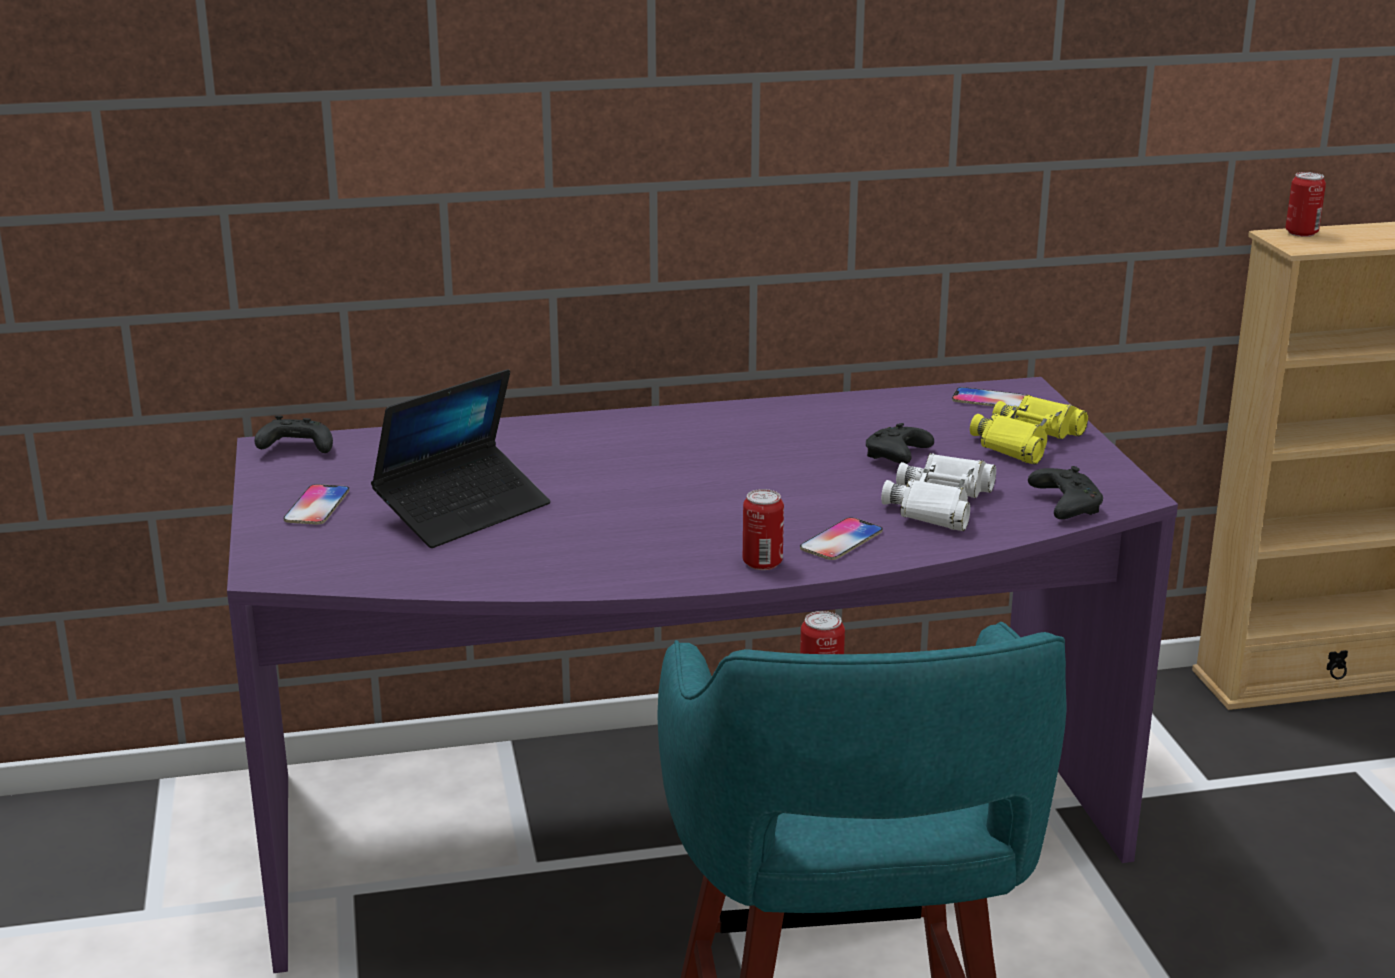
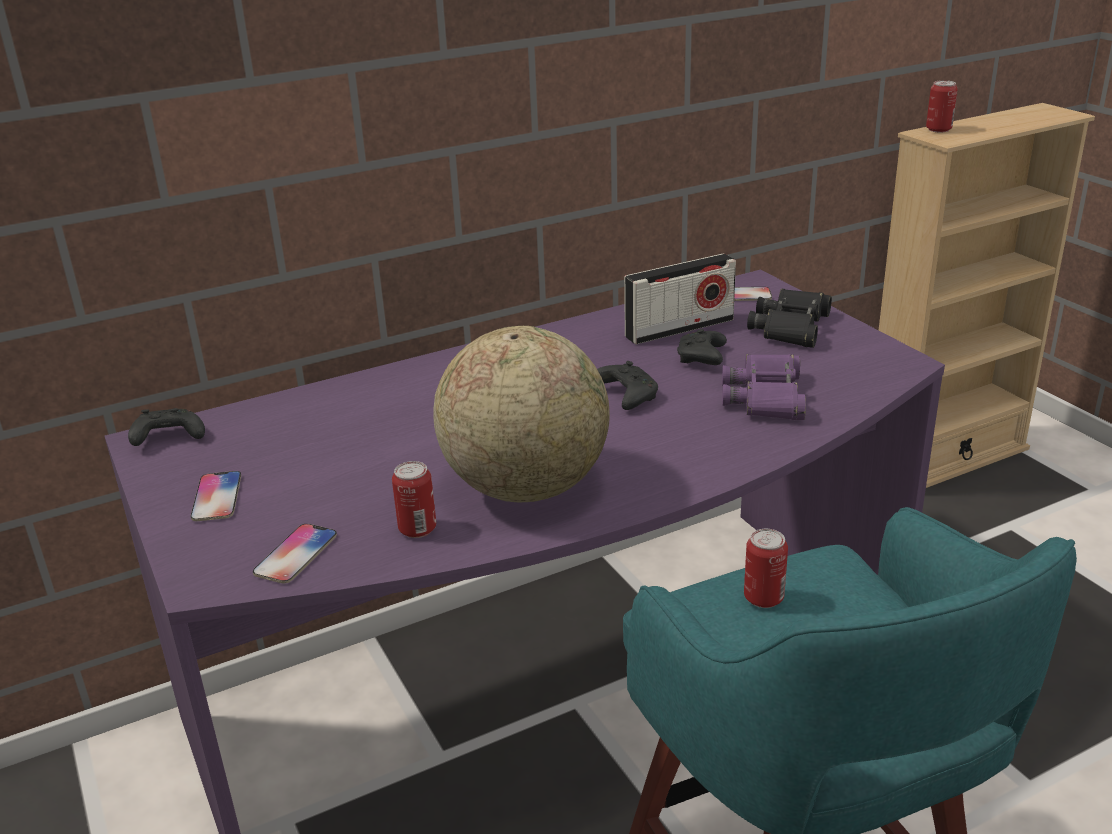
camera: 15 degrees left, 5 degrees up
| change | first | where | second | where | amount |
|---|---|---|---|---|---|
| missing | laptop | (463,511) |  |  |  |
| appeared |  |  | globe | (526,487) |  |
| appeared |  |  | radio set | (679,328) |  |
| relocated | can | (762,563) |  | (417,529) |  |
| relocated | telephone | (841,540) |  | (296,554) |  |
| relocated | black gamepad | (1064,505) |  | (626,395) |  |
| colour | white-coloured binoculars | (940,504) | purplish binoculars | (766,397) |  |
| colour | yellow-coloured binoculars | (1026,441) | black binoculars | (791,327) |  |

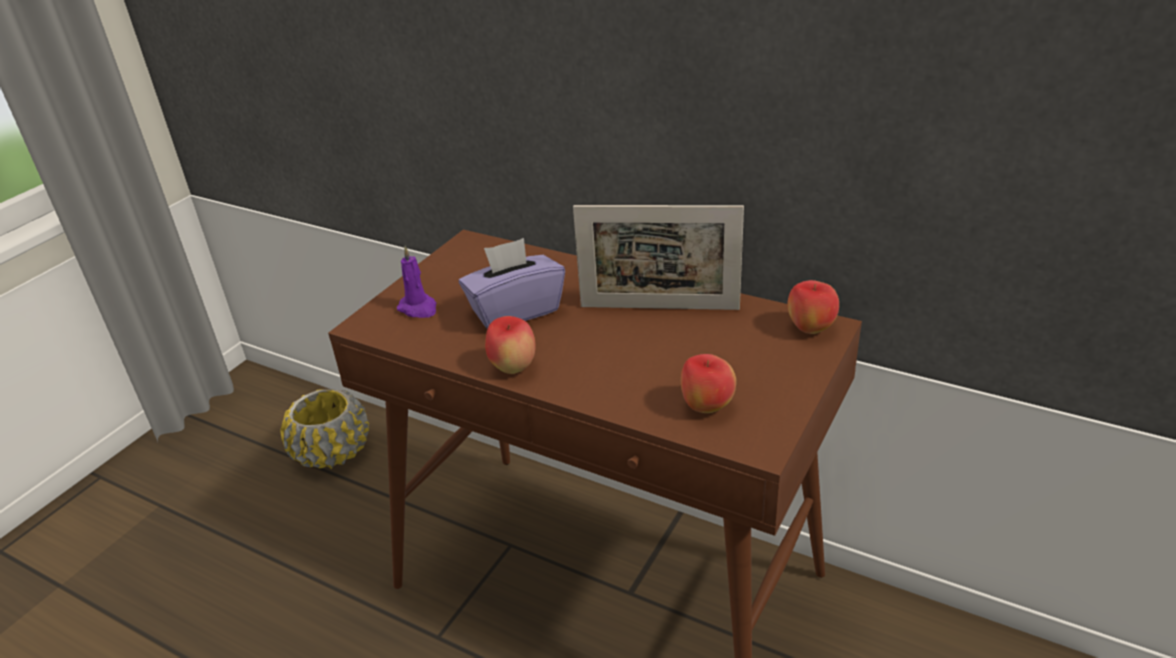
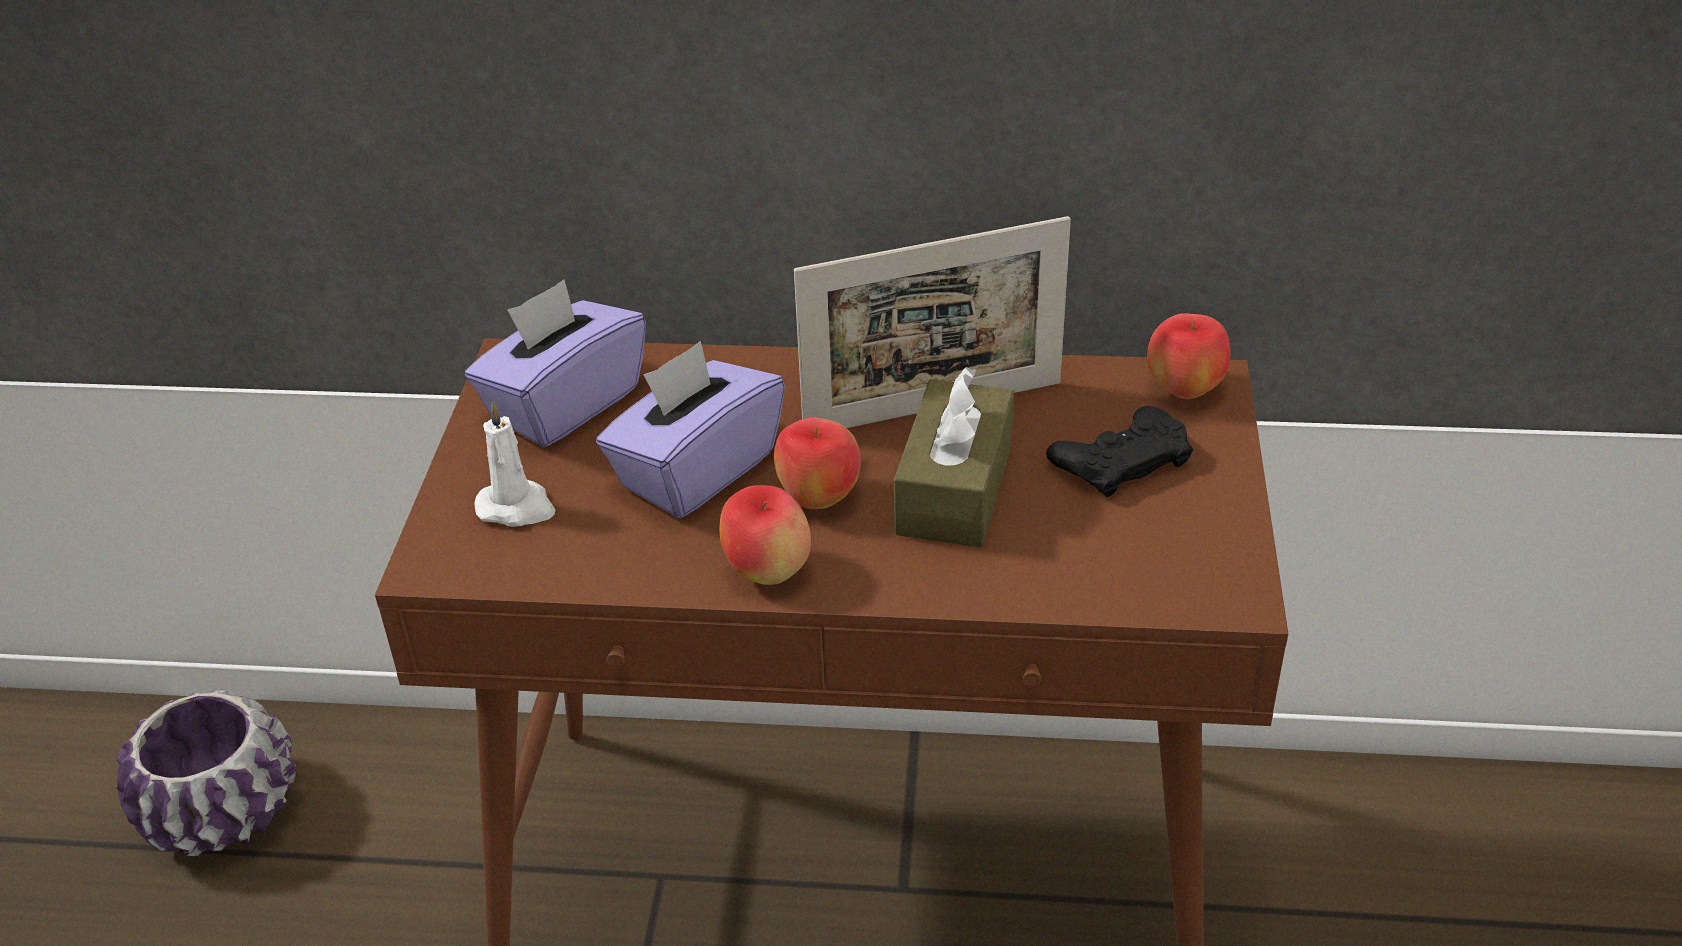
camera: 25 degrees left, 5 degrees up
| change | first | where | second | where | amount |
|---|---|---|---|---|---|
| appeared |  |  | purplish tissue box | (564,404) |  |
| appeared |  |  | brownish tissue box | (954,489) |  |
| appeared |  |  | black gamepad | (1121,460) |  |
| relocated | apple | (706,407) |  | (818,499) |  |
| colour | yellow-coloured flower pot | (332,452) | purplish flower pot | (222,813) |  |
| colour | purplish wax light | (419,308) | white-coloured wax light | (517,507) |  |

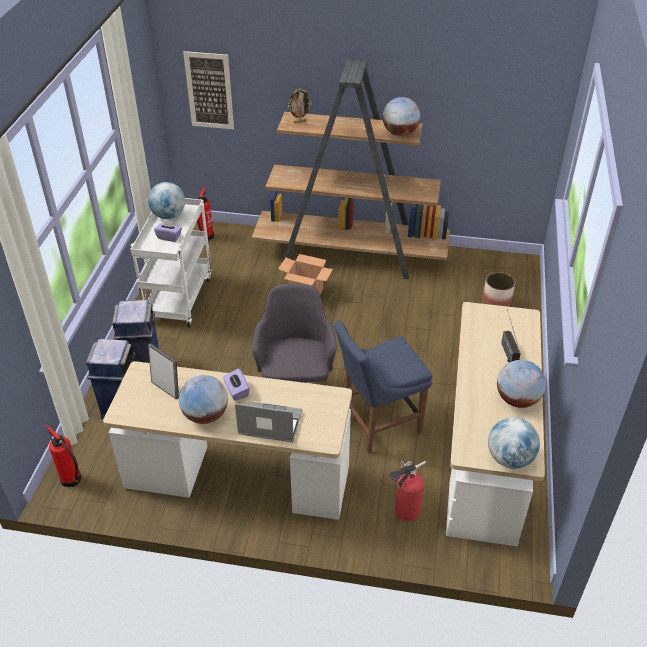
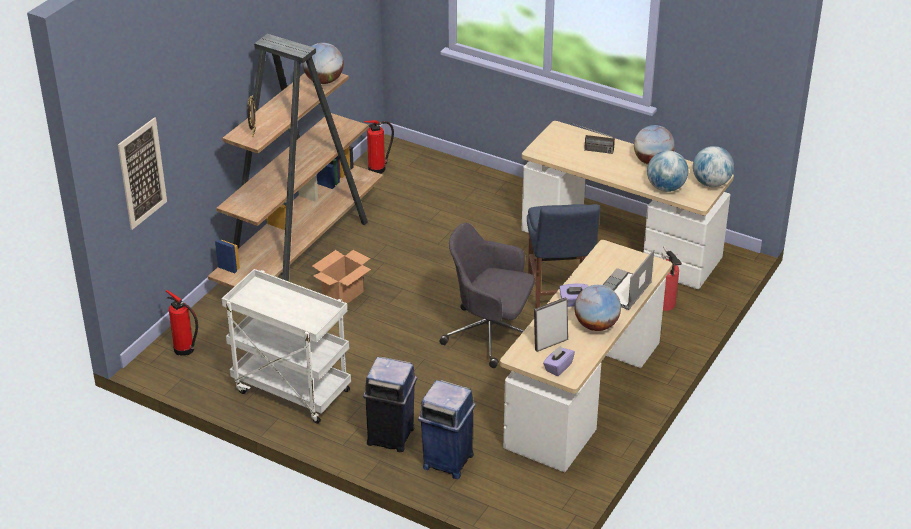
camera: 70 degrees left, 5 degrees down
| change | first | where | second | where | amount |
|---|---|---|---|---|---|
| missing | flower pot | (497,301) |  |  |  |
| relocated | fire extinguisher | (72,480) |  | (378,169) |  |
| relocated | globe | (168,215) |  | (665,188) |  |
| relocated | purplish tissue box | (169,237) |  | (558,367) |  |

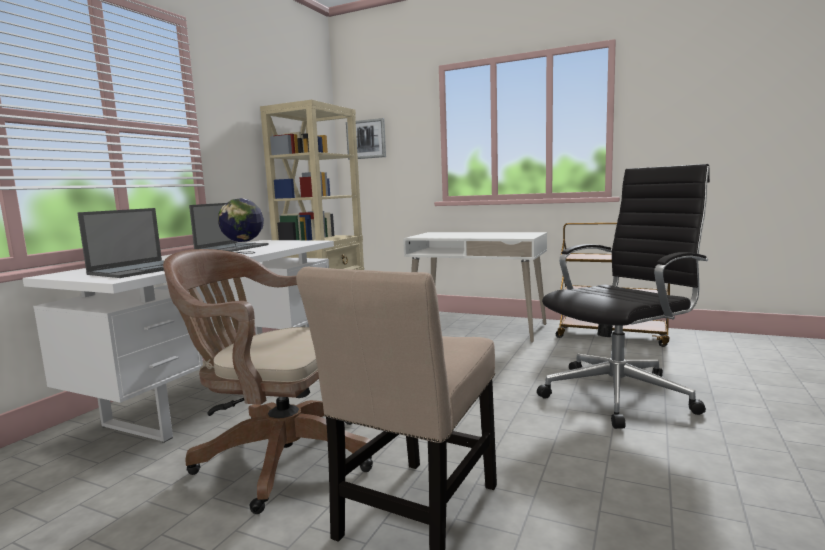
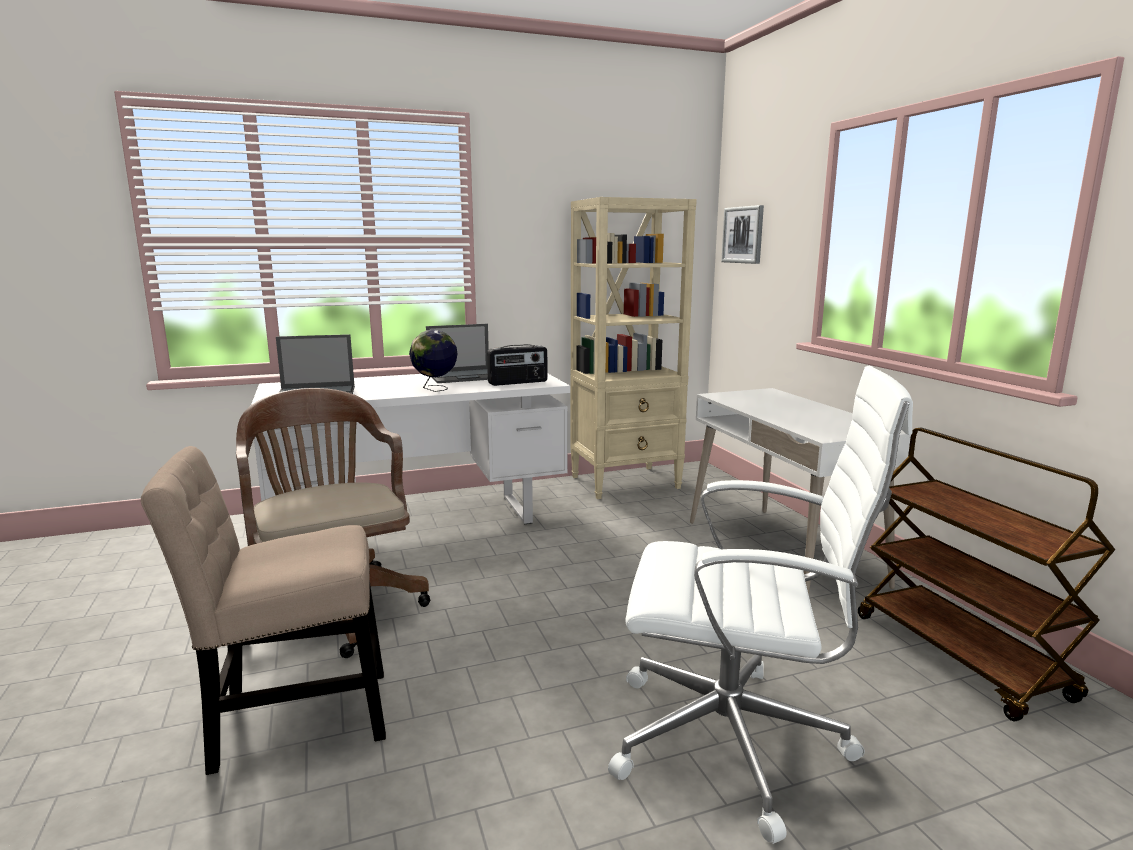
camera: 45 degrees right, 5 degrees up
| change | first | where | second | where | amount |
|---|---|---|---|---|---|
| appeared |  |  | radio set | (518,382) |  |
| colour | black office chair | (620,394) | white-coloured office chair | (735,741) |  |

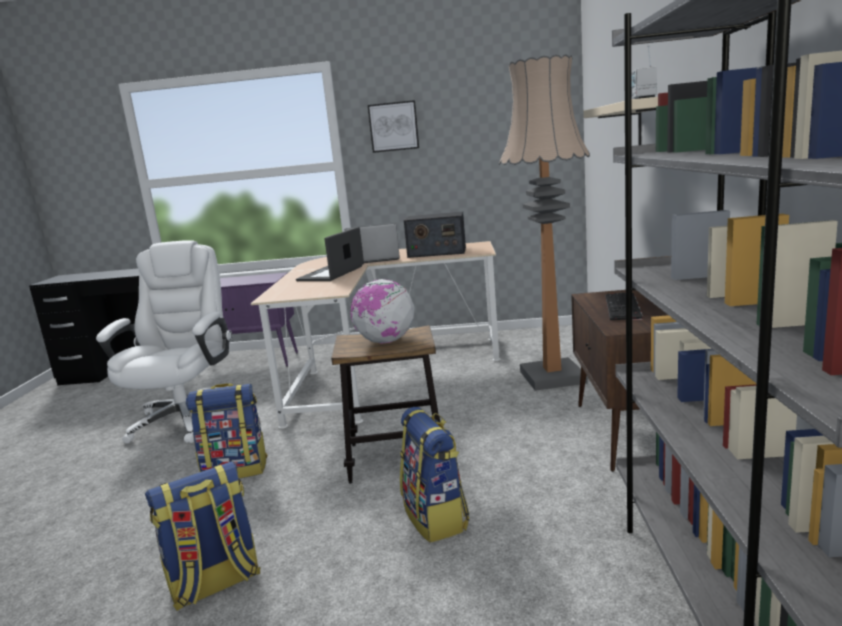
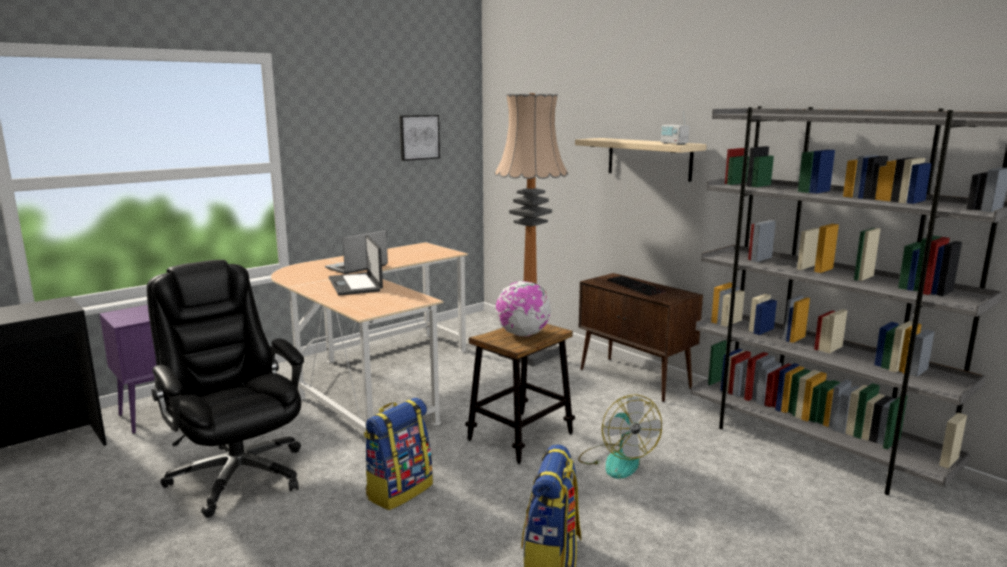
camera: 45 degrees left, 0 degrees up
| change | first | where | second | where | amount |
|---|---|---|---|---|---|
| missing | radio set | (436,252) |  |  |  |
| relocated | picture | (393,126) |  | (419,137) |  |
| exchanged | backpack | (436,518) | cooling fan | (616,460) |  |
| colour | white-coloured office chair | (187,419) | black office chair | (238,474) |  |

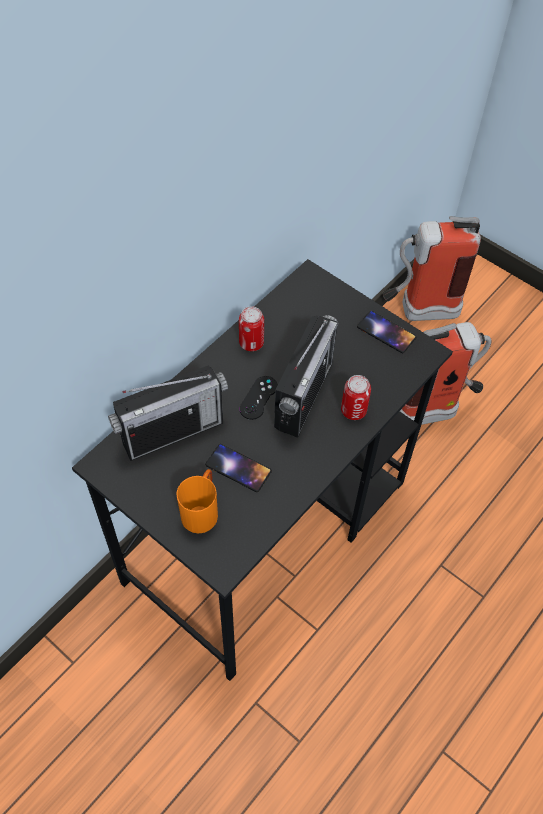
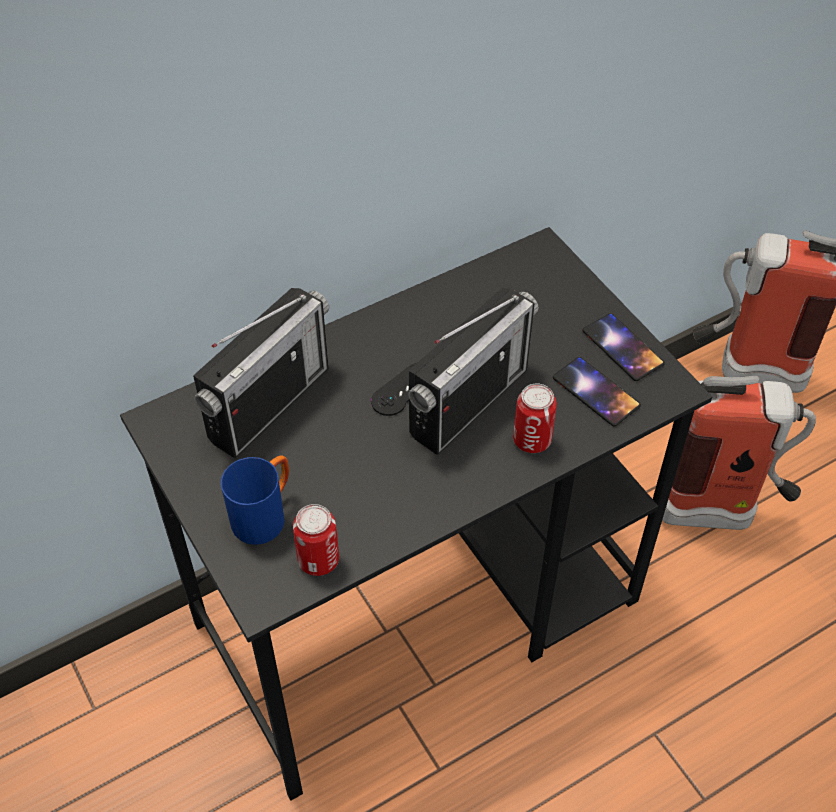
camera: 20 degrees right, 5 degrees down
| change | first | where | second | where | amount |
|---|---|---|---|---|---|
| relocated | telephone | (238,468) |  | (596,392) |  |
| relocated | can | (251,343) |  | (318,560) |  |
| colour | orangey tea mug | (202,510) | bluish tea mug | (265,514) |  |
| spun | radio set | (172,432) |  | (269,403) | 45 degrees counterclockwise |

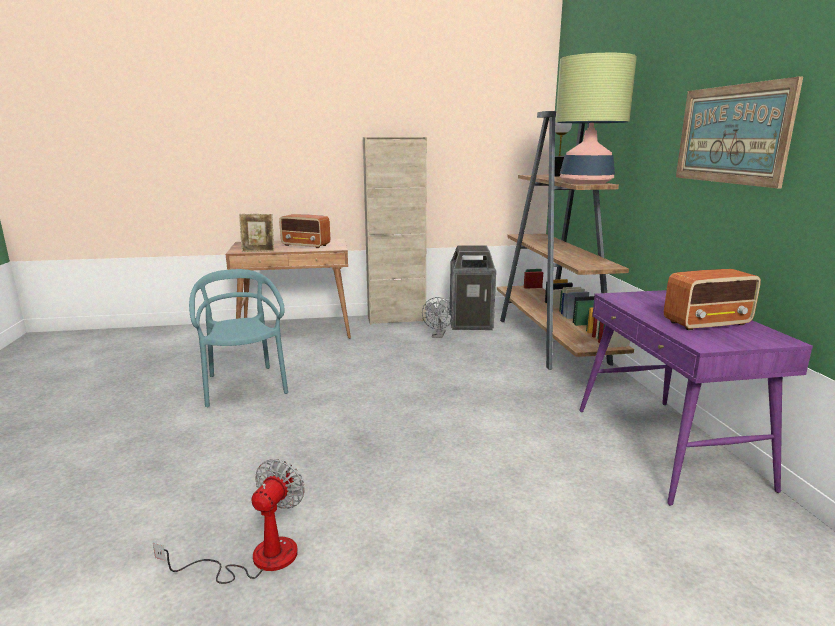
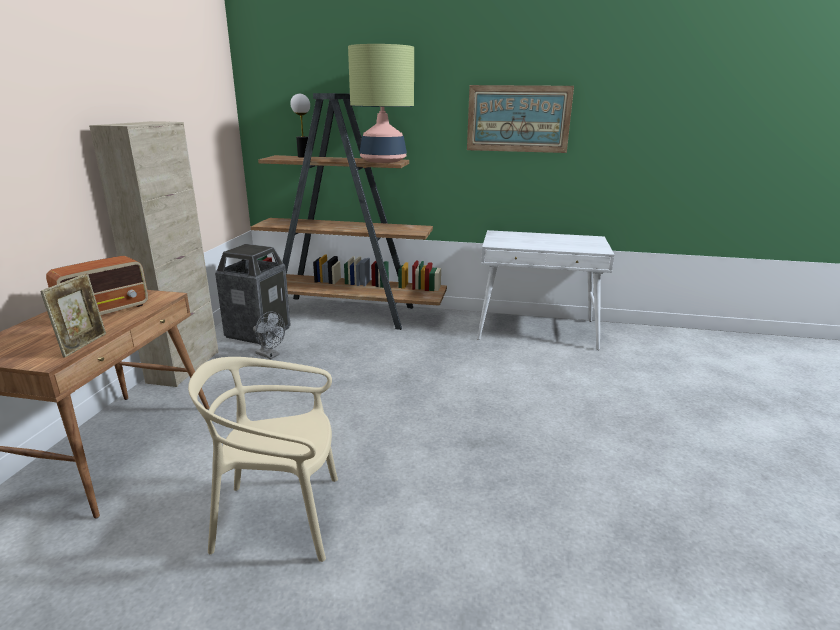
camera: 70 degrees left, 5 degrees up
| change | first | where | second | where | amount |
|---|---|---|---|---|---|
| missing | cooling fan | (257,559) |  |  |  |
| missing | radio set | (707,323) |  |  |  |
| colour | blue-green chair | (244,386) | beige chair | (280,517) |  |
| colour | purplish desk unit | (668,447) | white-coloured desk unit | (537,330) |  |

